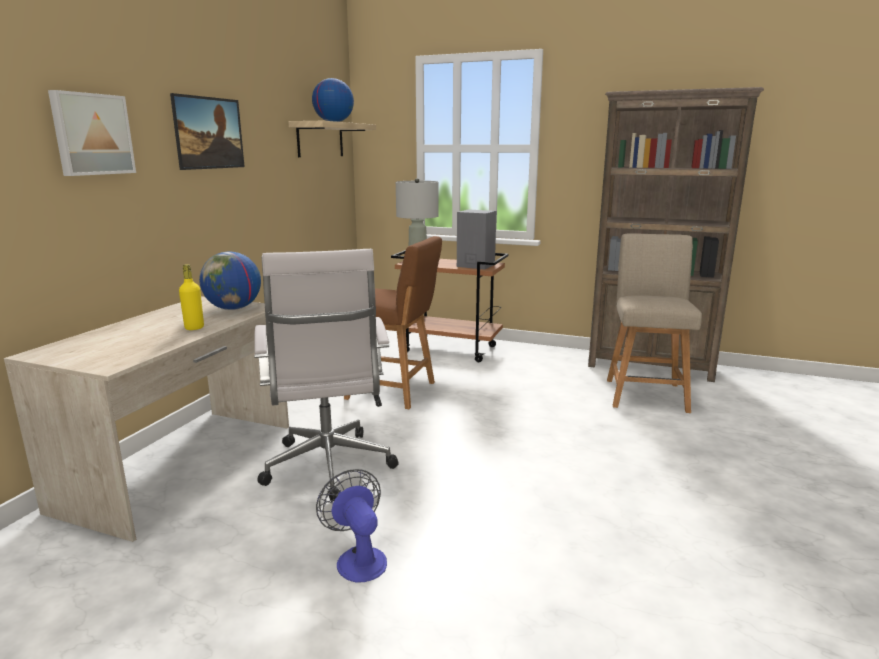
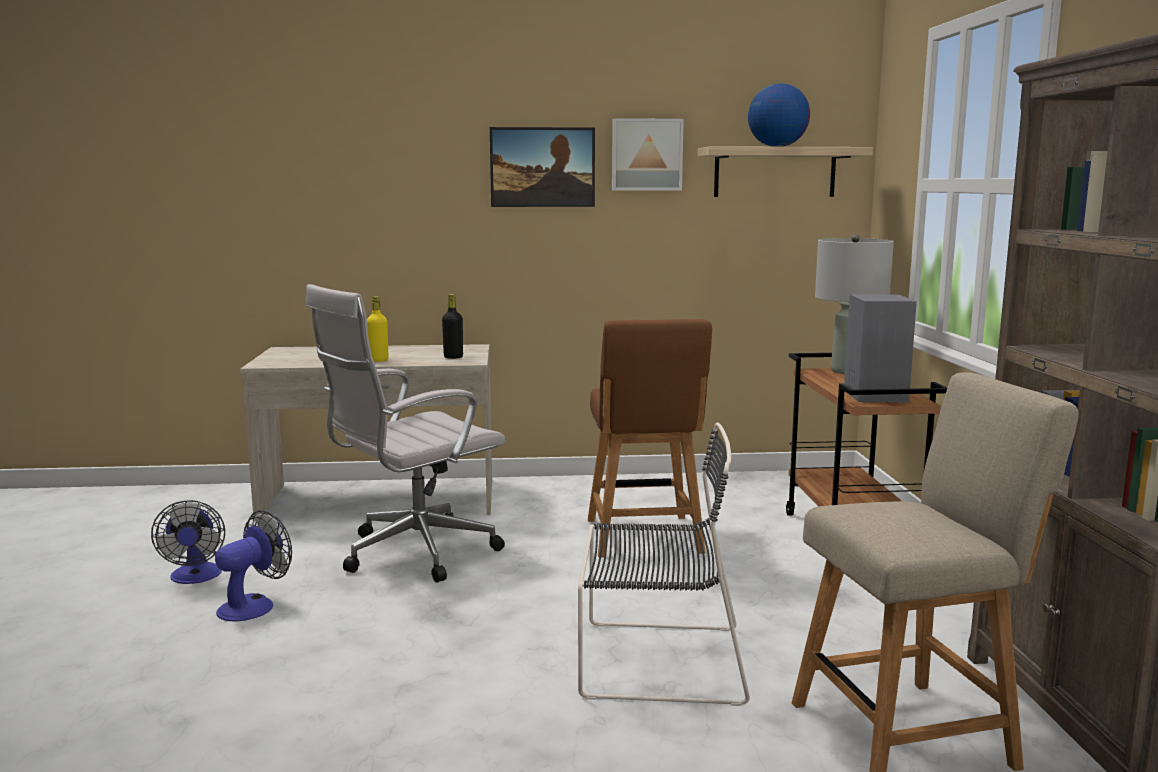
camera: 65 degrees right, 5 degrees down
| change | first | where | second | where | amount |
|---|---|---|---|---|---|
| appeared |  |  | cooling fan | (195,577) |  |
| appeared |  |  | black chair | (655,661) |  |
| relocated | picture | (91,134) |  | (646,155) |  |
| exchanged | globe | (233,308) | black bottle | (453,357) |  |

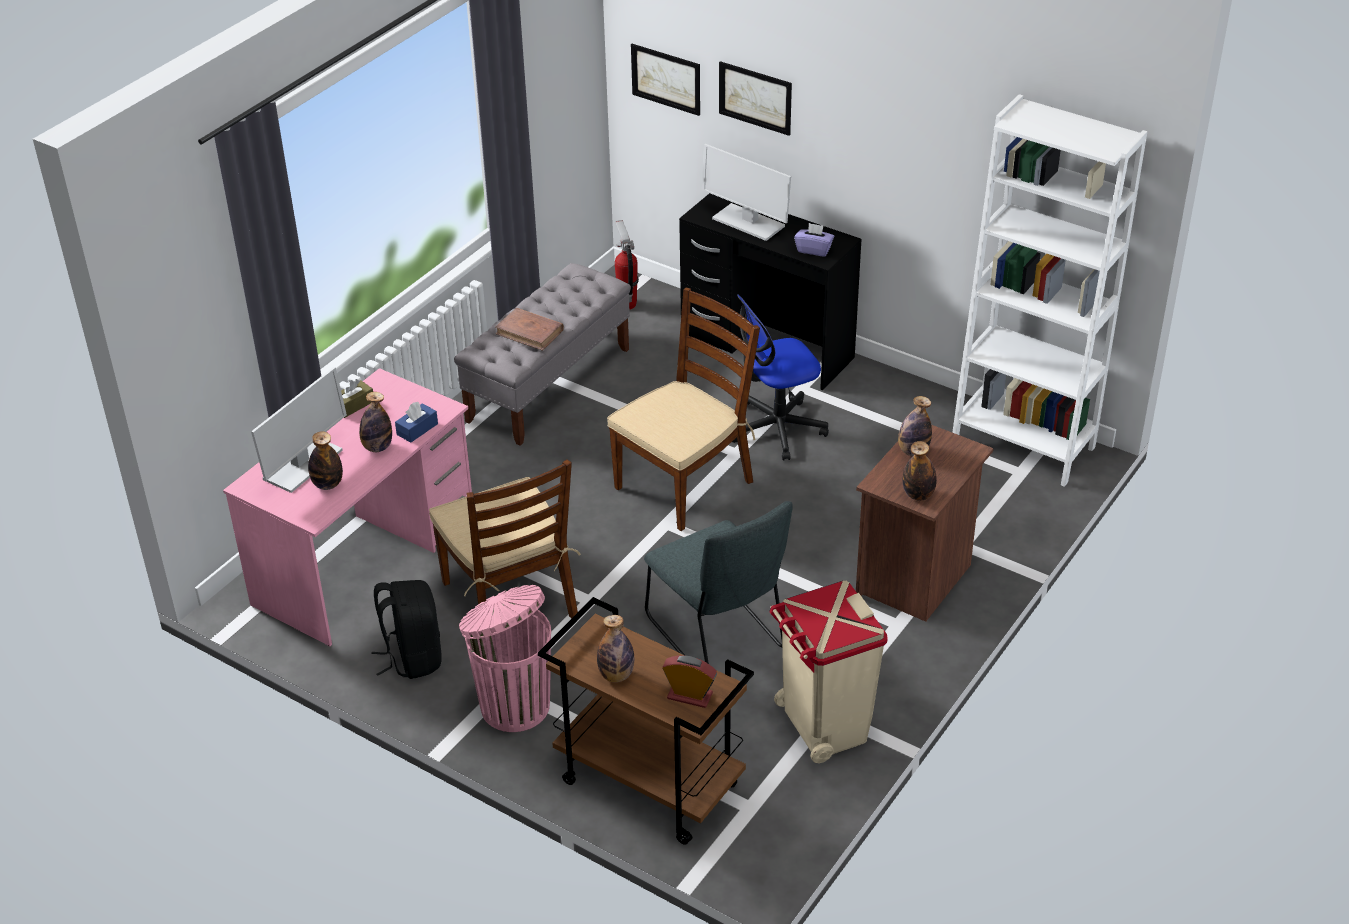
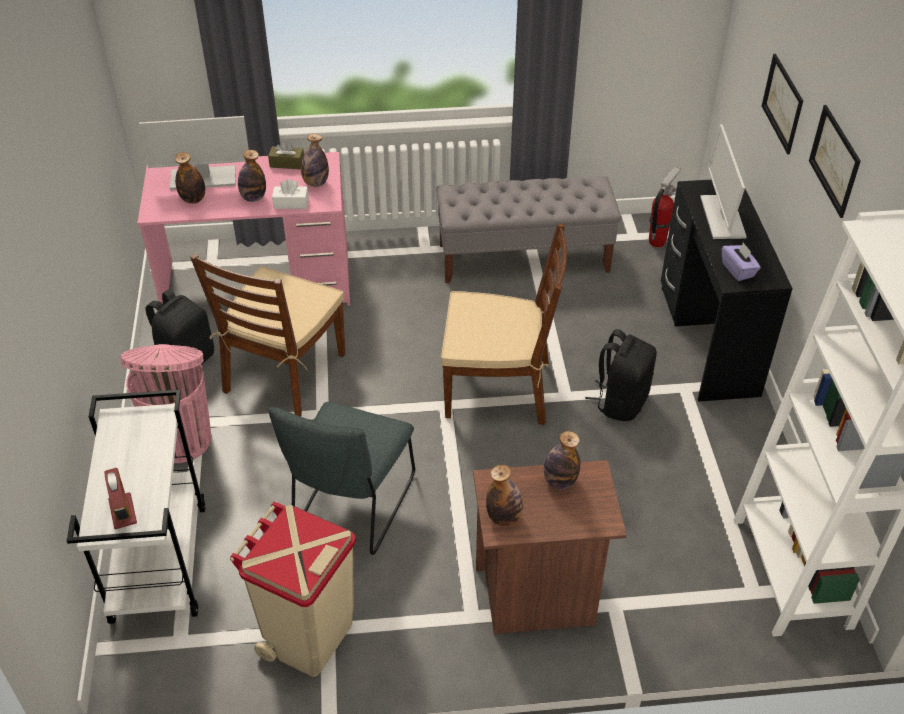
camera: 50 degrees right, 5 degrees up
| change | first | where | second | where | amount |
|---|---|---|---|---|---|
| missing | brownish bound book | (530,332) |  |  |  |
| relocated | bottle | (616,675) |  | (315,183) |  |
| relocated | picture | (666,79) |  | (834,160) |  |
| exchanged | office chair | (776,428) | black backpack | (620,401) |  |
| colour | bluish tissue box | (417,429) | white-coloured tissue box | (291,203) |  |
| colour | brownish trolley | (647,784) | white-coloured trolley | (158,561) |  |

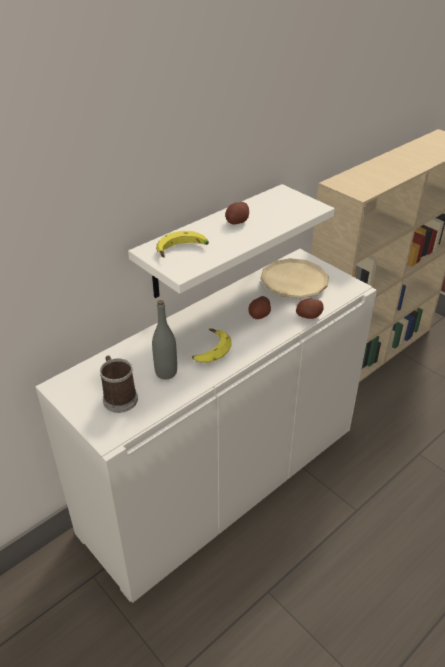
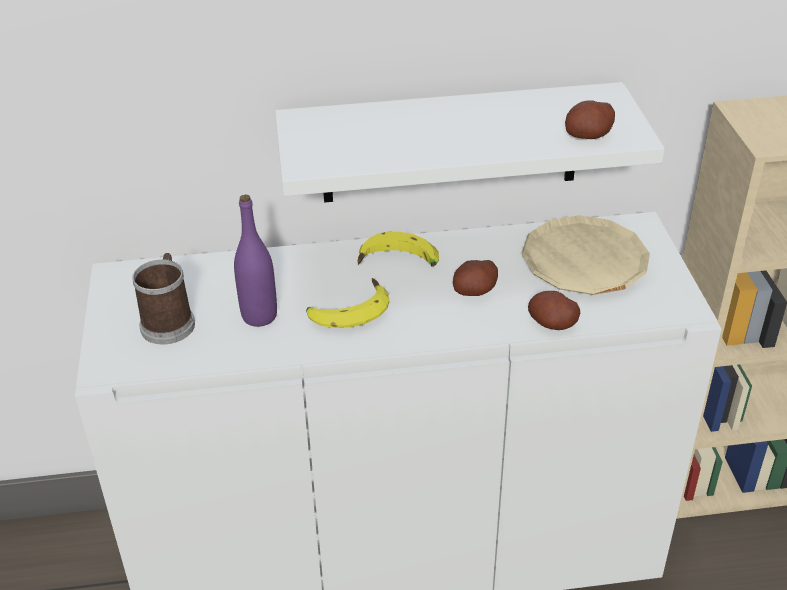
camera: 35 degrees right, 0 degrees up
| change | first | where | second | where | amount |
|---|---|---|---|---|---|
| relocated | banana | (182,251) |  | (398,263) |  |
| relocated | potato | (237,222) |  | (588,135) |  |
| colour | greyish bottle | (166,372) | purplish bottle | (259,316) |  |

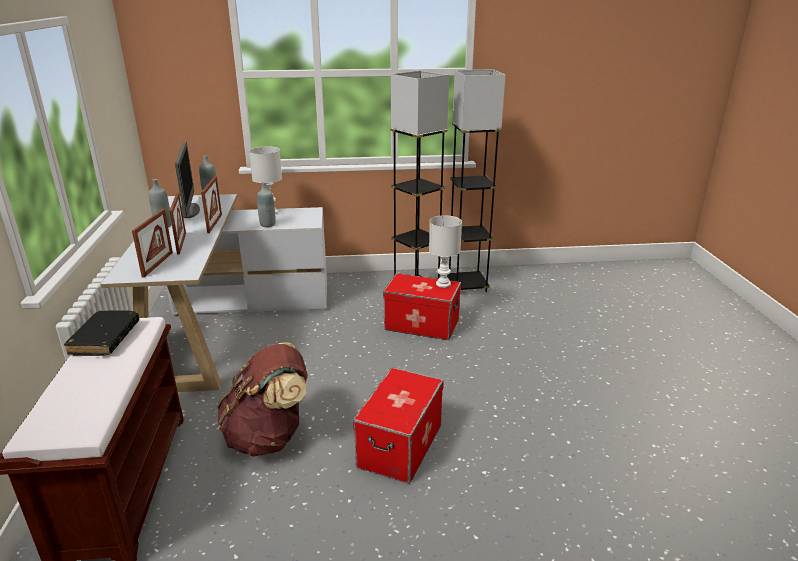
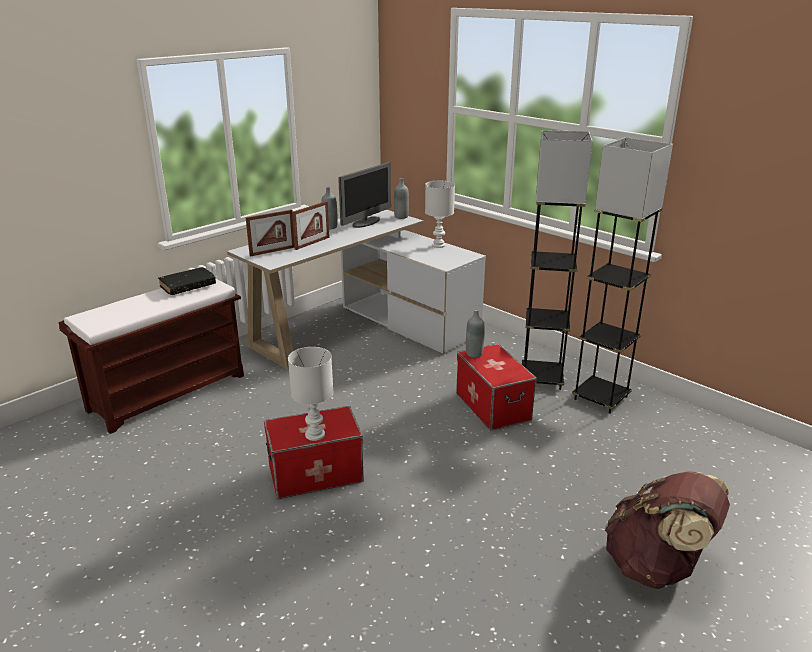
camera: 50 degrees right, 0 degrees up
| change | first | where | second | where | amount |
|---|---|---|---|---|---|
| missing | picture frame | (214,223) |  |  |  |
| relocated | brownish backpack | (269,436) |  | (656,567) |  |
| relocated | greyish bottle | (267,224) |  | (474,353) |  |
| relocated | white-coloured tabletop lamp | (443,284) |  | (314,435) |  |

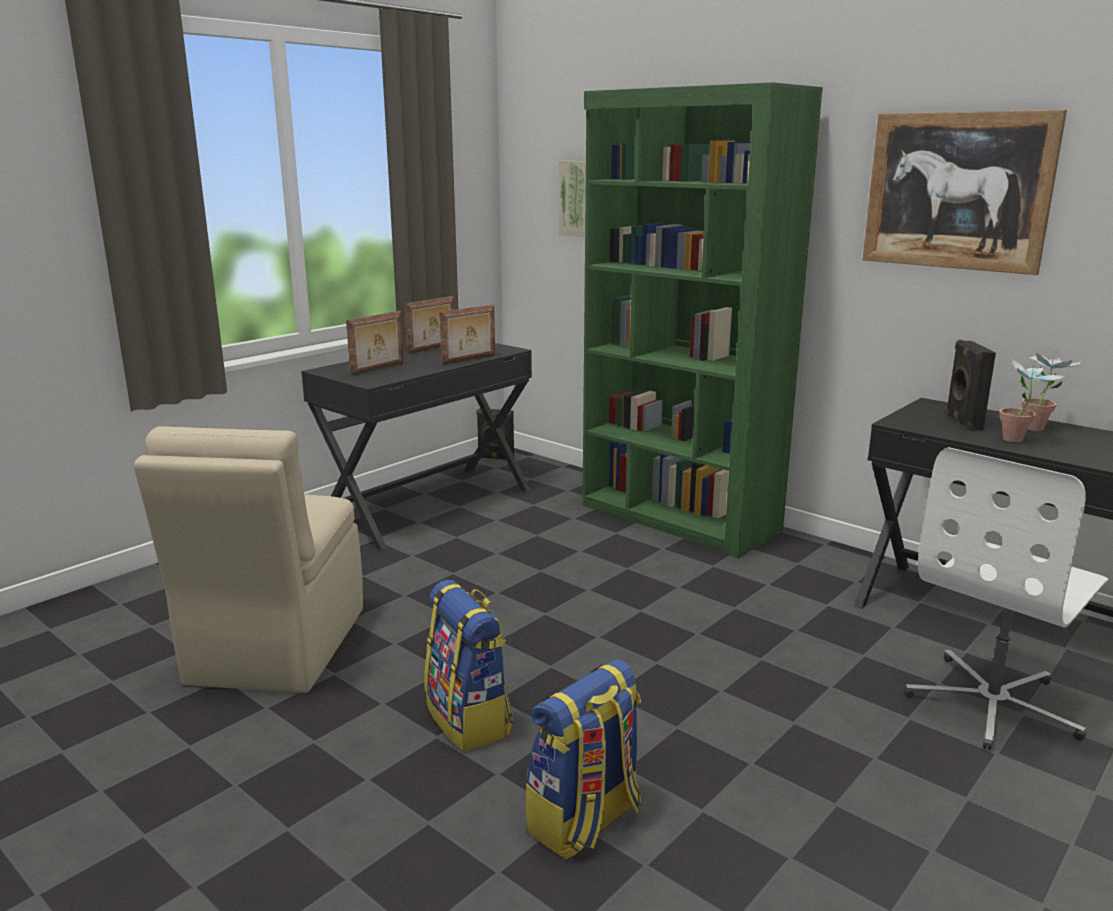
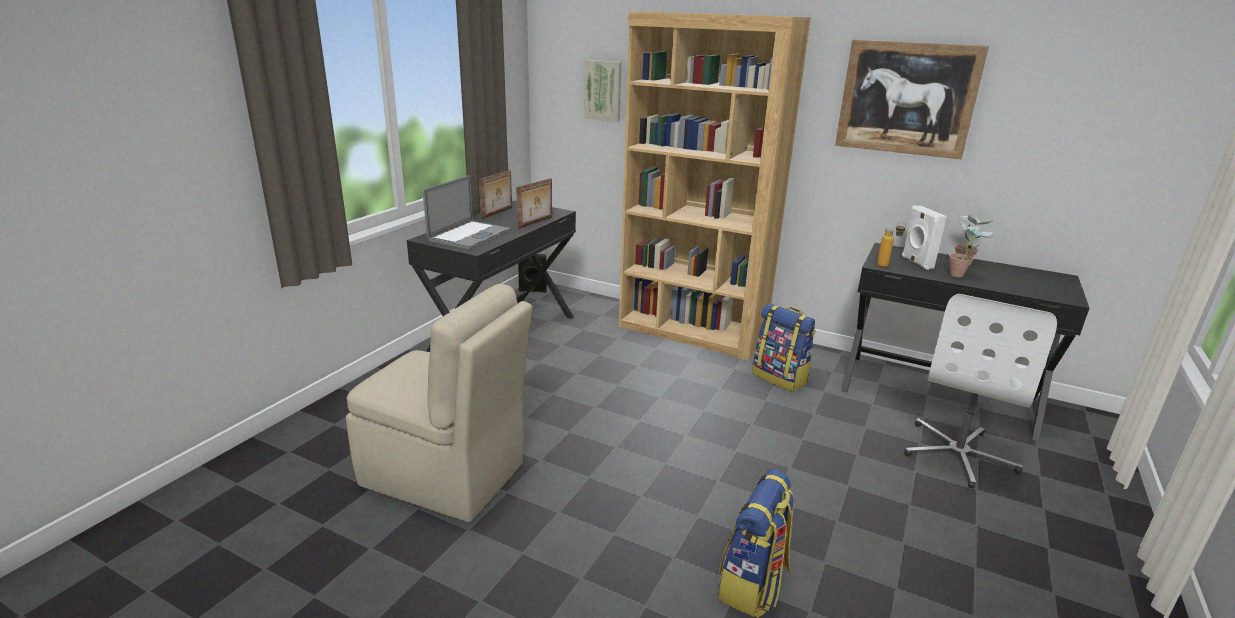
camera: 15 degrees left, 5 degrees up
| change | first | where | second | where | amount |
|---|---|---|---|---|---|
| appeared |  |  | bottle | (887,265) |  |
| relocated | backpack | (470,720) |  | (780,378) |  |
| exchanged | picture frame | (378,369) | laptop | (470,235) |  |
| colour | green shelving unit | (679,518) | brownish shelving unit | (692,332) |  |
| colour | black loudspeaker | (962,422) | white-coloured loudspeaker | (916,262) |  |
| spun | beige chair | (275,648) |  | (446,475) | 60 degrees counterclockwise |

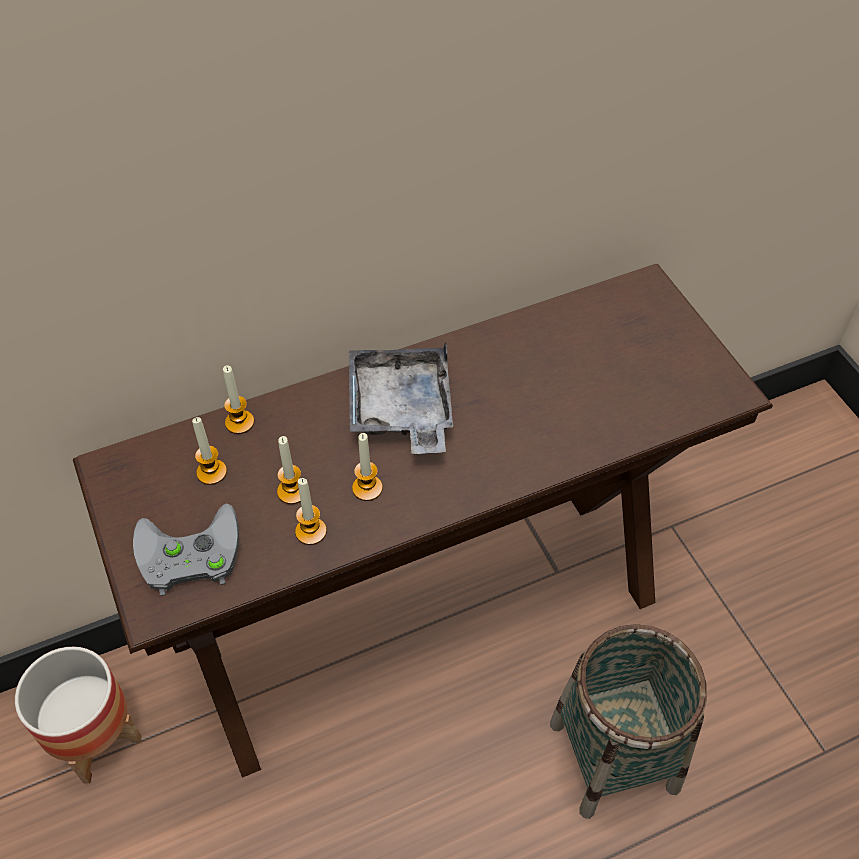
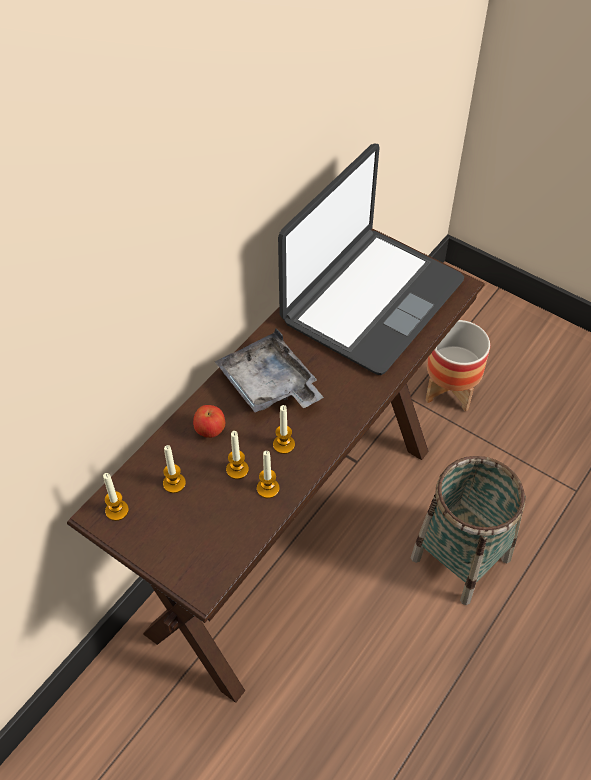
camera: 30 degrees left, 0 degrees up
| change | first | where | second | where | amount |
|---|---|---|---|---|---|
| missing | greyish gamepad | (186,556) |  |  |  |
| appeared |  |  | apple | (210,430) |  |
| appeared |  |  | laptop | (370,300) |  |
| relocated | flower pot | (96,738) |  | (450,390) |  |
| relocated | wax light | (239,422) |  | (117,510) |  |

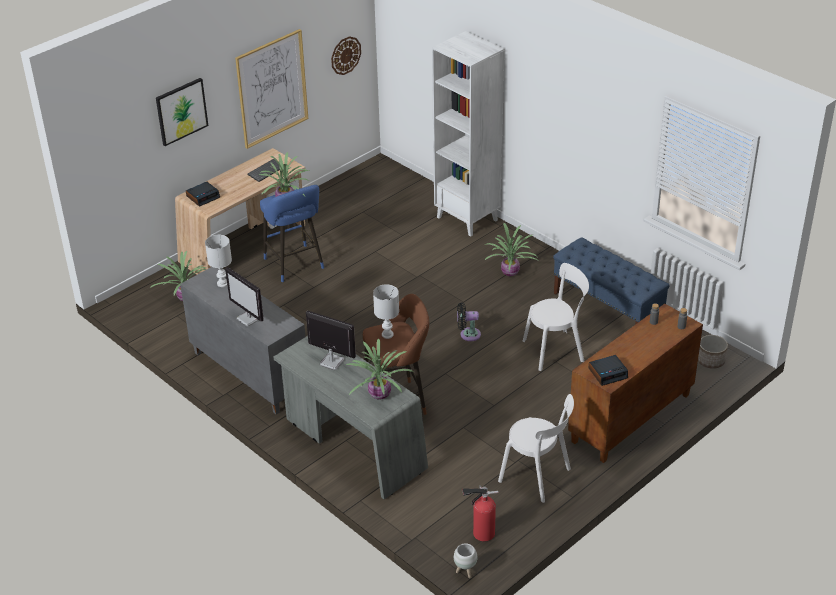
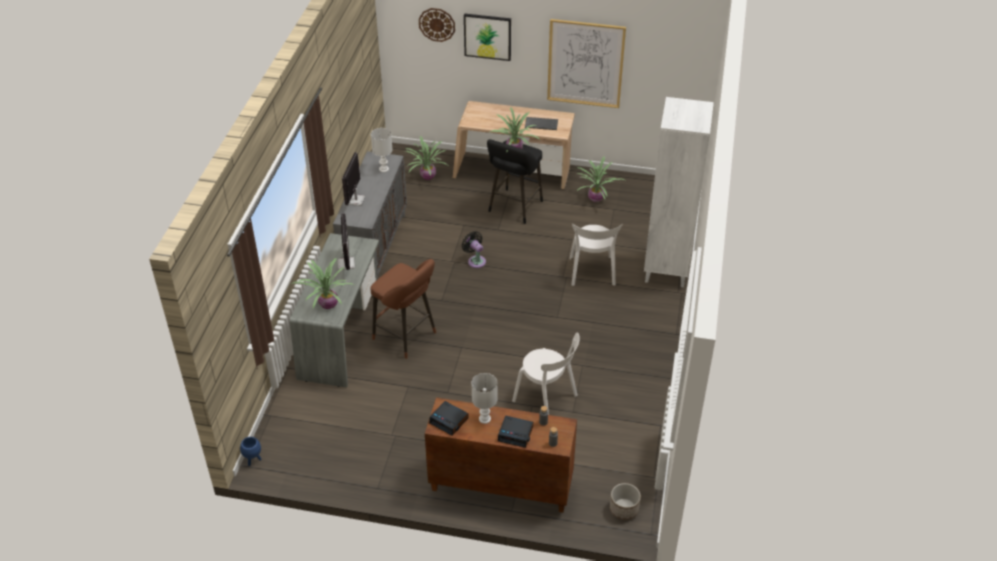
camera: 55 degrees right, 5 degrees up
| change | first | where | second | where | amount |
|---|---|---|---|---|---|
| missing | fire extinguisher | (481,533) |  |  |  |
| missing | bluish indoor bench | (607,308) |  |  |  |
| relocated | bedside clock | (203,197) |  | (516,434) |  |
| relocated | hanging clock | (345,55) |  | (437,24) |  |
| relocated | white-coloured tabletop lamp | (388,334) |  | (485,419) |  |
| relocated | black cooling fan | (468,334) |  | (475,260) |  |
| relocated | houseplant | (511,272) |  | (596,199) |  |
| relocated | white-coloured chair | (537,476) |  | (592,273) |  |
| colour | bluish sitting stool | (295,265) | black sitting stool | (514,208) |  |
| colour | white-coloured flower pot | (465,572) | bluish flower pot | (253,460) |  |

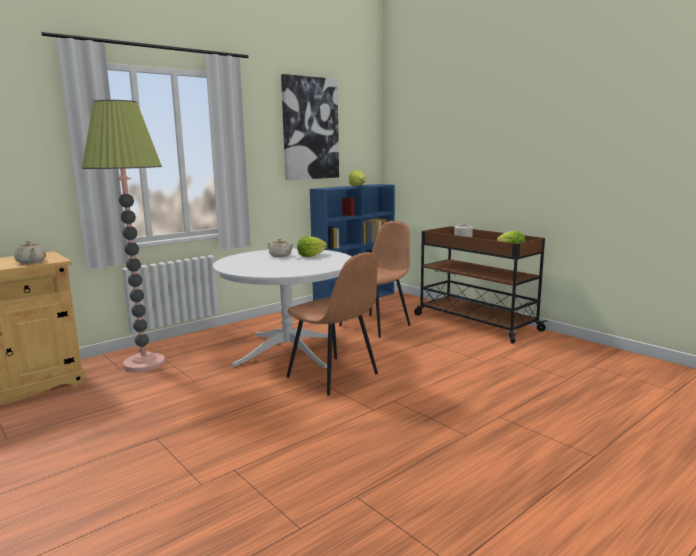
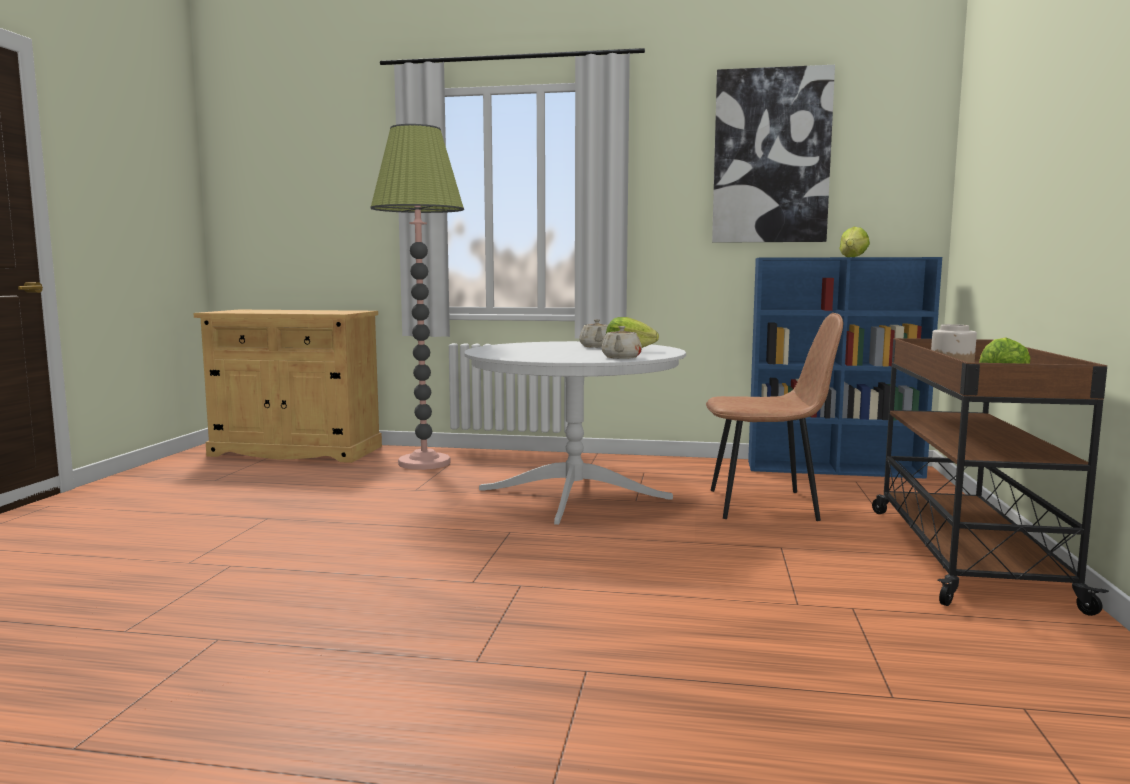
camera: 50 degrees right, 5 degrees down
| change | first | where | second | where | amount |
|---|---|---|---|---|---|
| missing | brownish chair | (334,376) |  |  |  |
| relocated | beige tea pot | (31,262) |  | (621,358) |  |

